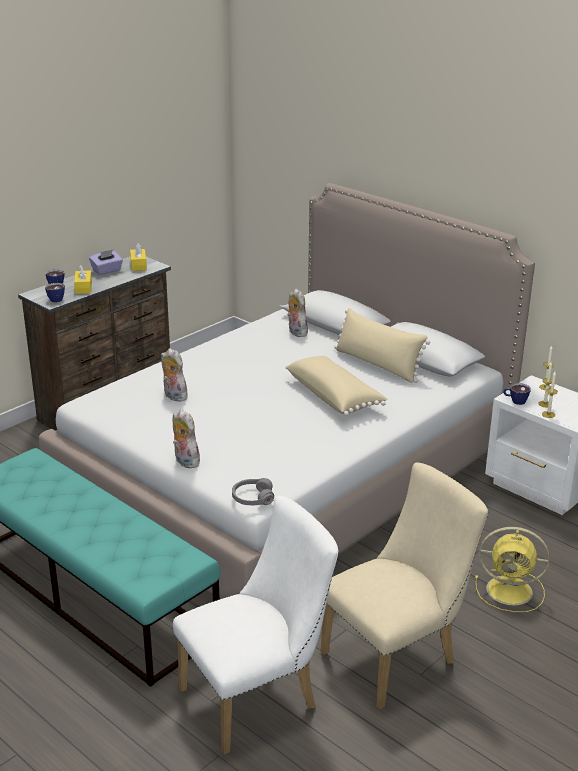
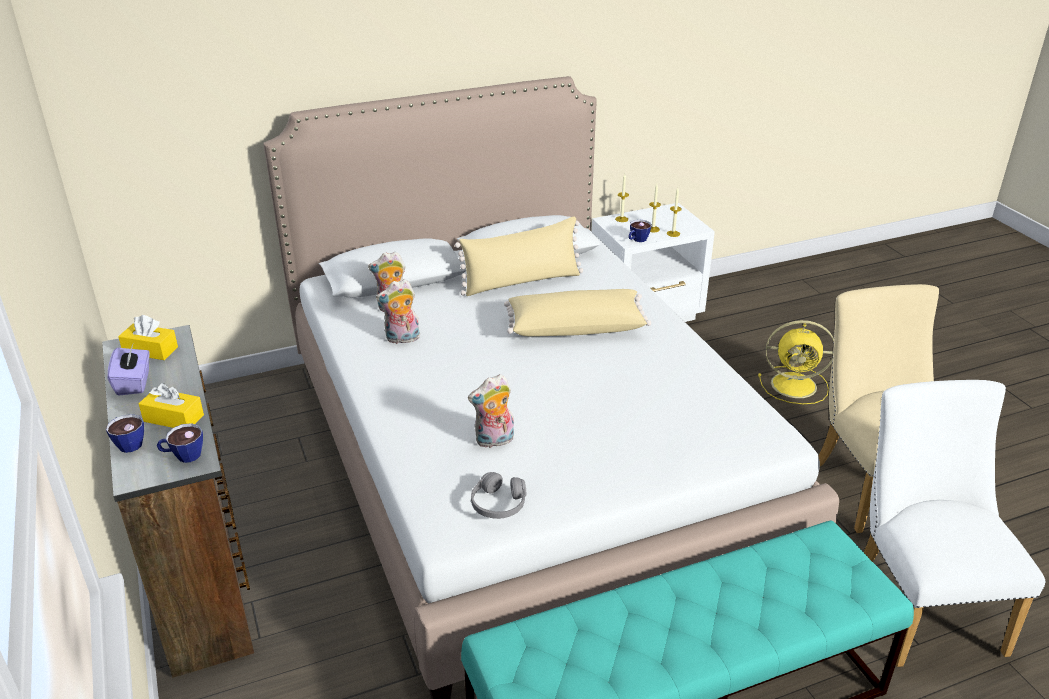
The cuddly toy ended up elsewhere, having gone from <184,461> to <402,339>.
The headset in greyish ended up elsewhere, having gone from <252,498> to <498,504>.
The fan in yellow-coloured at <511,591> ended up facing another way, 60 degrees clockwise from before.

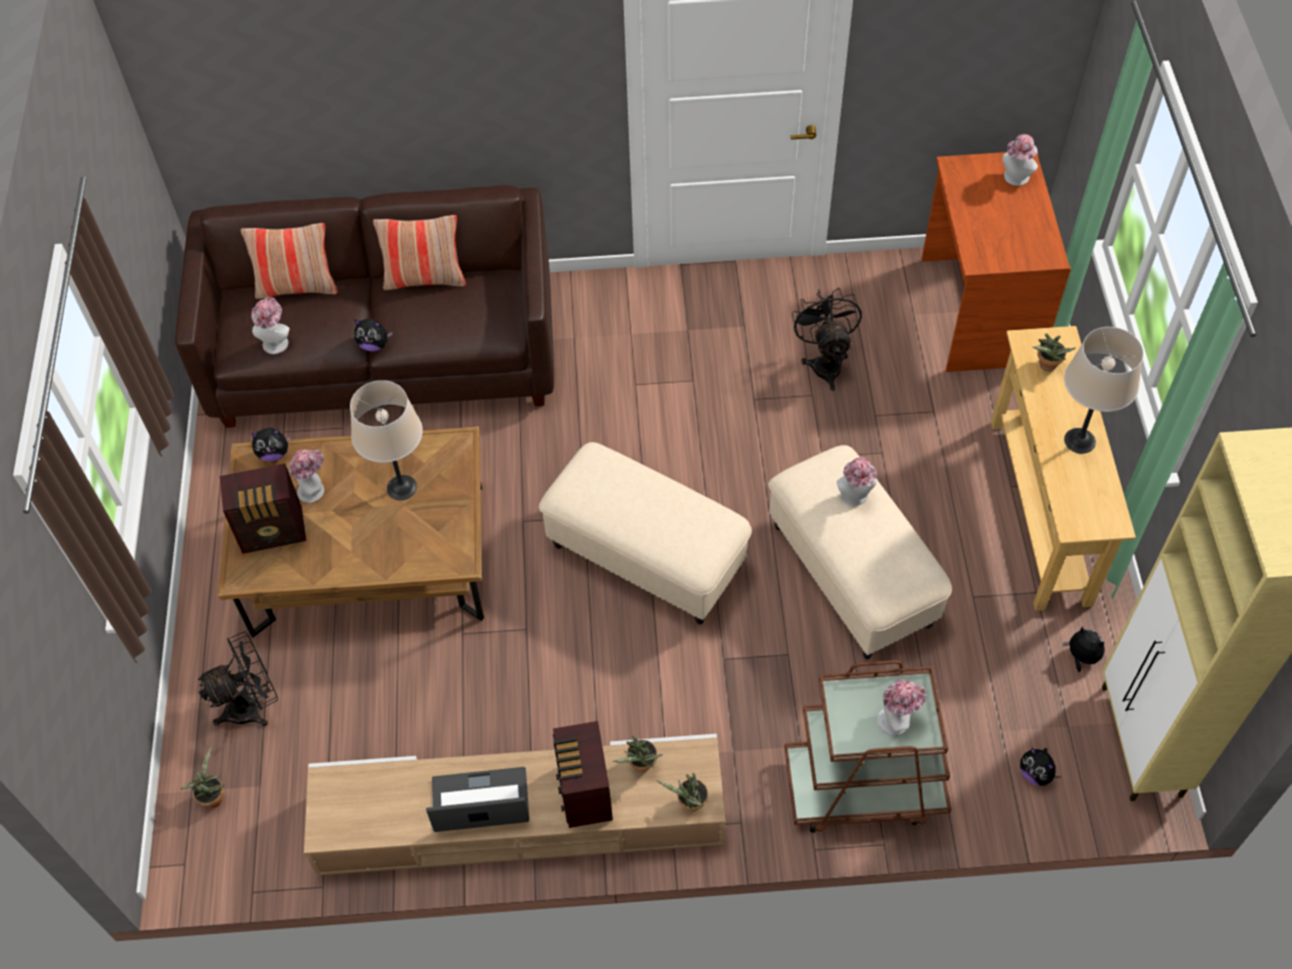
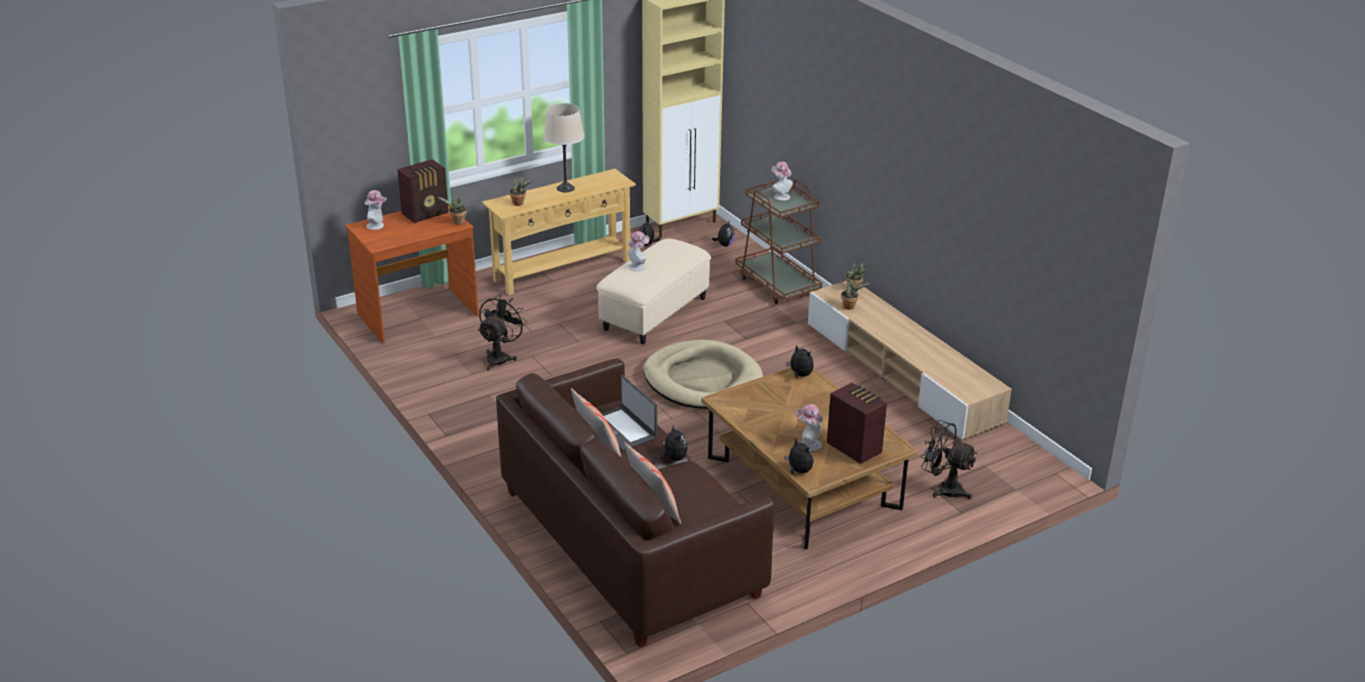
The fan in blackish at <825,362> ended up facing another way, 150 degrees clockwise from before.
The second view lost the wearable hat at <276,341>.
The second view lost the table lamp in sand-coloured at <402,487>.
Where the ottoman in sand-coloured stood at <647,556>, the dog cushion in sand-coloured came to stand at <702,380>.
The radio ended up elsewhere, having gone from <584,794> to <426,213>.
The houseplant ended up elsewhere, having gone from <213,796> to <457,223>.
The laptop ended up elsewhere, having gone from <480,802> to <623,428>.
The second view gained the cuddly toy at <800,375>.

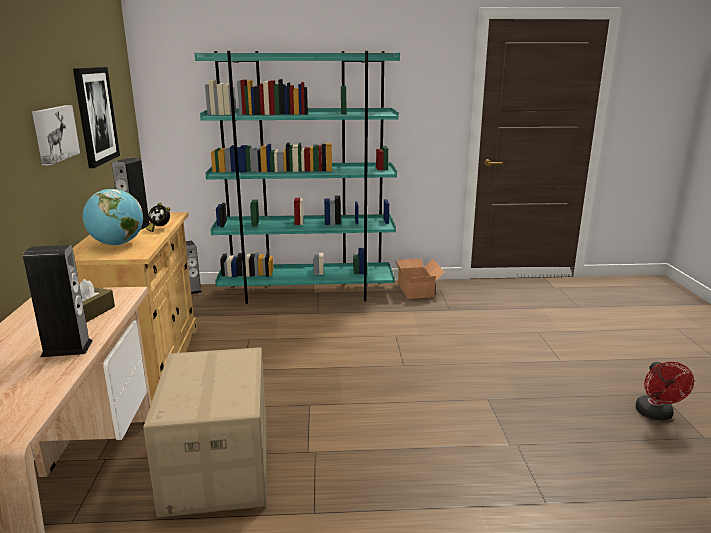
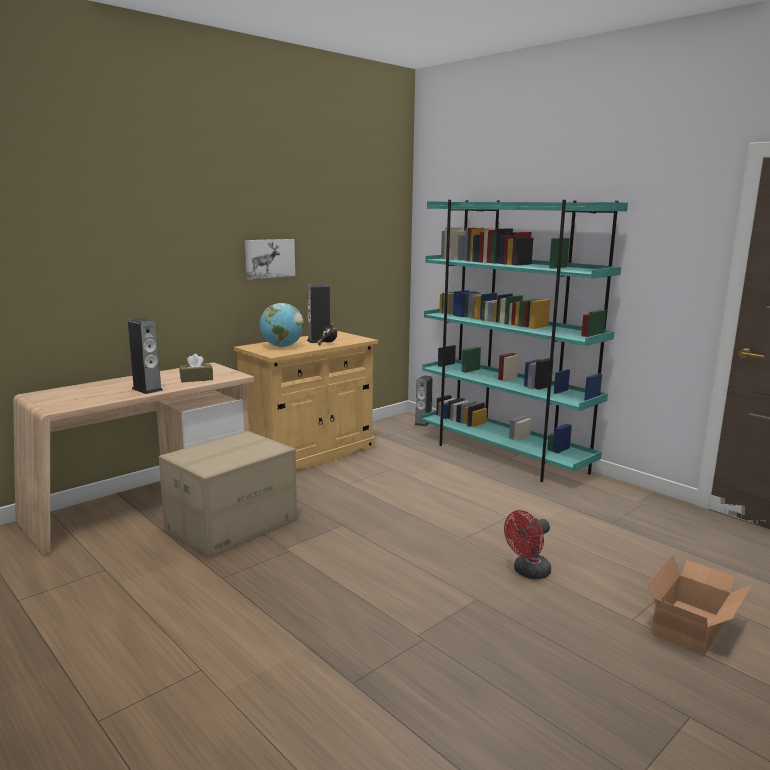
The second view lost the wall art at <95,116>.
The packing box ended up elsewhere, having gone from <417,289> to <693,626>.
The fan in red ended up elsewhere, having gone from <656,415> to <528,572>.

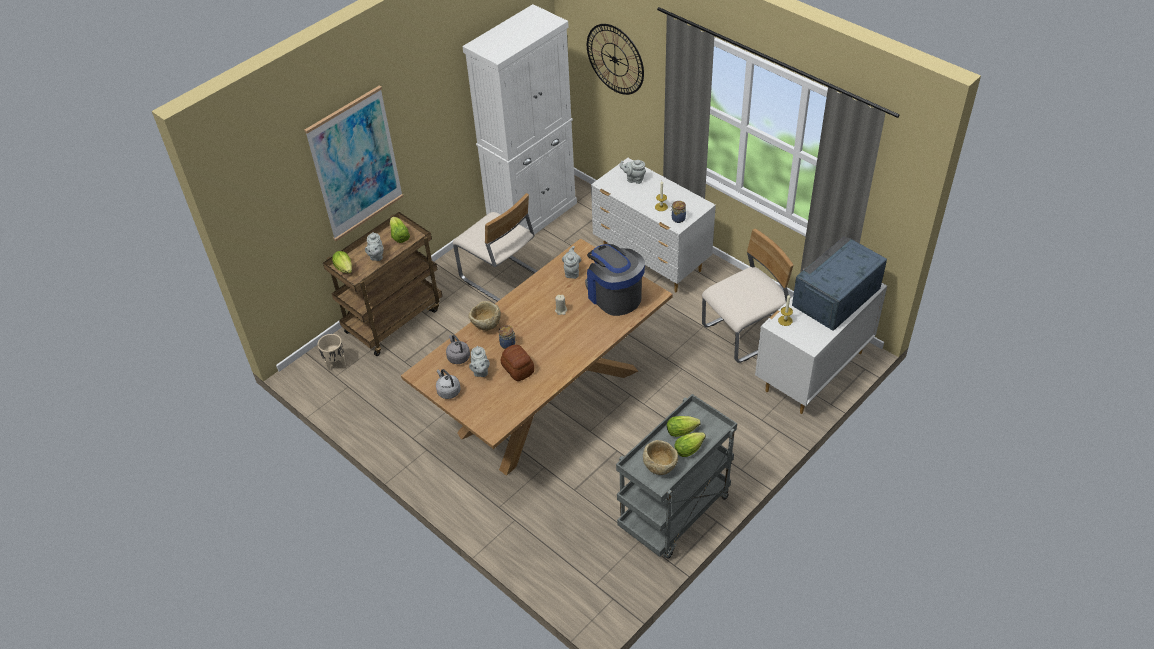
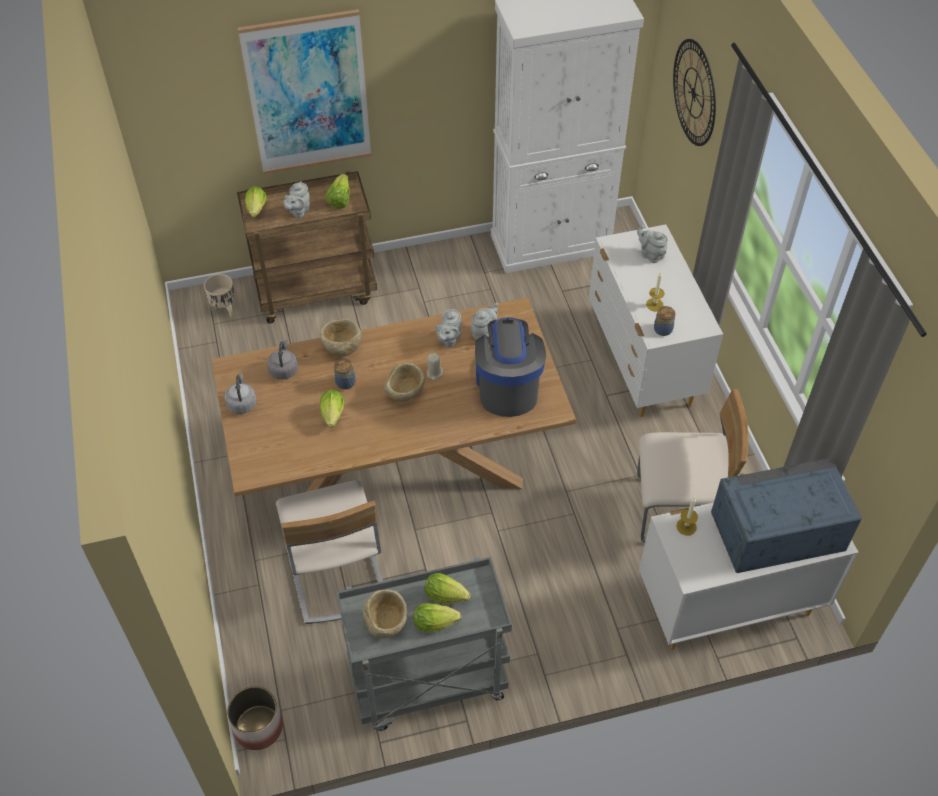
The chair in sand-coloured ended up elsewhere, having gone from <501,278> to <335,572>.
Where the baked bread stood at <518,368>, the head of lettuce came to stand at <332,417>.
The pot for tea in greyish ended up elsewhere, having gone from <480,372> to <449,340>.
The second view gained the bowl in sand-coloured at <405,394>.
The second view gained the flower pot at <257,727>.

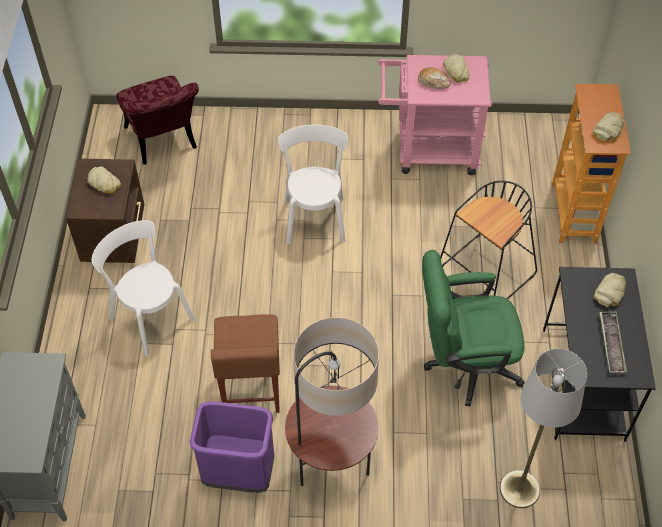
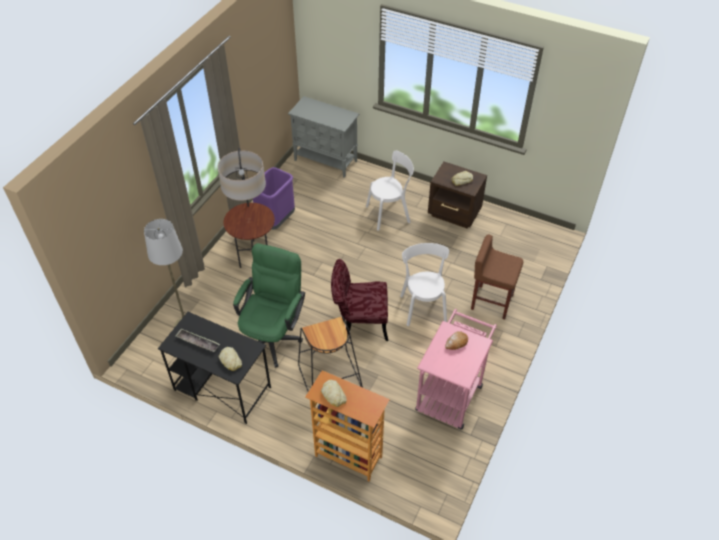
The second view lost the baked bread at <456,71>.
The chair in red ended up elsewhere, having gone from <164,143> to <359,322>.
The chair in whitish at <315,217> ended up facing another way, 120 degrees counterclockwise from before.
The stool in brown-coloured ended up elsewhere, having gone from <251,390> to <491,301>.

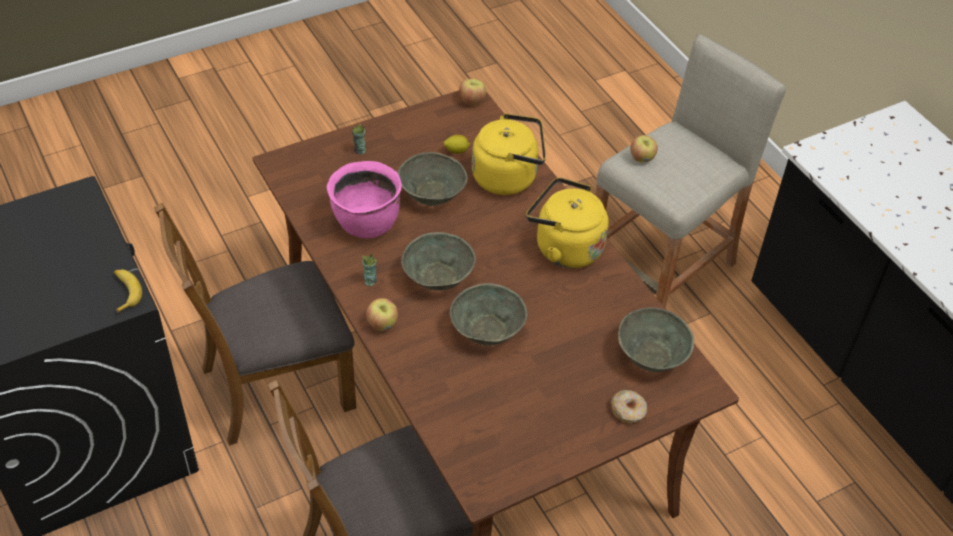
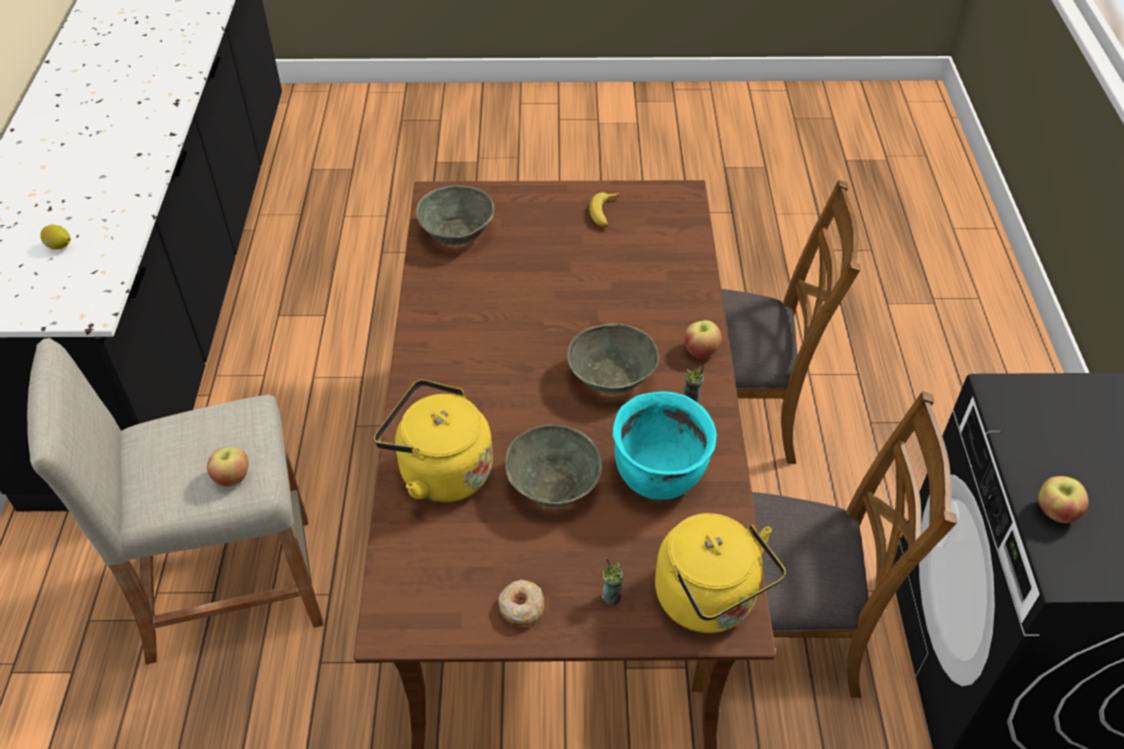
The whole apple ended up elsewhere, having gone from <472,101> to <1055,512>.
The whole lemon ended up elsewhere, having gone from <456,151> to <59,246>.
What was the stockpot in pink-coloured at <366,223> turned into the stockpot in turquoise at <660,476>.
The tea kettle in yellow-coloured ended up elsewhere, having gone from <564,247> to <710,601>.
The banana fruit ended up elsewhere, having gone from <125,292> to <604,214>.
The second view lost the bowl in greyish at <487,331>.
The doughnut ended up elsewhere, having gone from <628,410> to <521,607>.

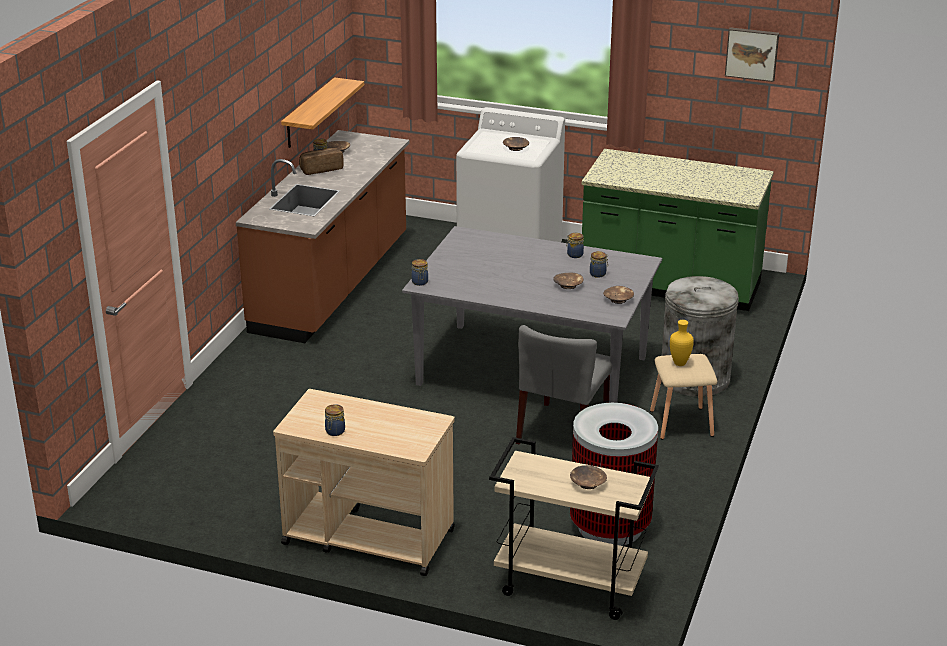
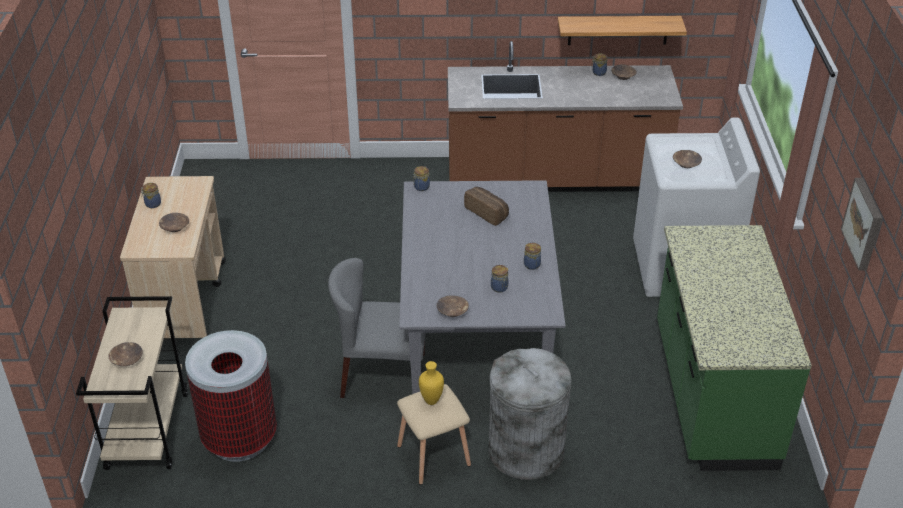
The baked bread ended up elsewhere, having gone from <321,169> to <487,212>.
The bowl in brown-coloured ended up elsewhere, having gone from <568,285> to <175,227>.

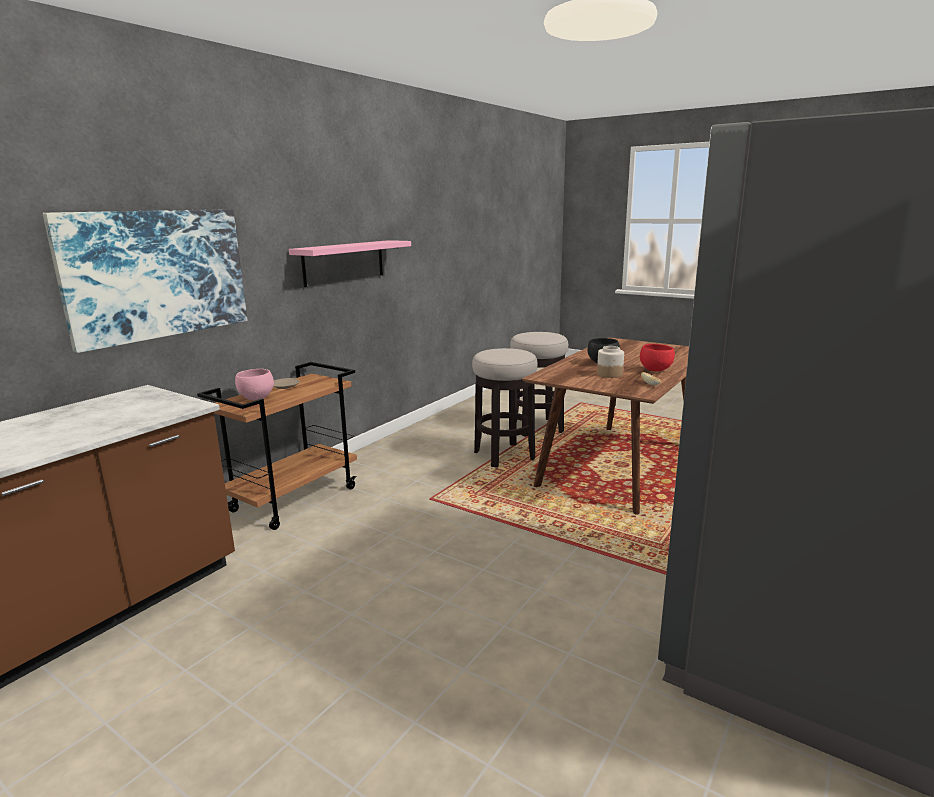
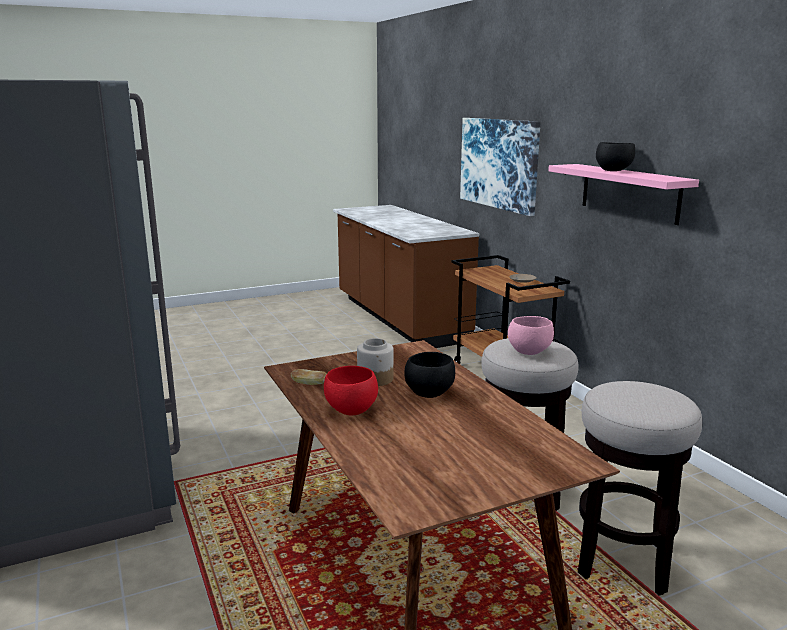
The bowl in pink-coloured ended up elsewhere, having gone from <256,398> to <528,351>.
The second view gained the bowl in blackish at <613,170>.

